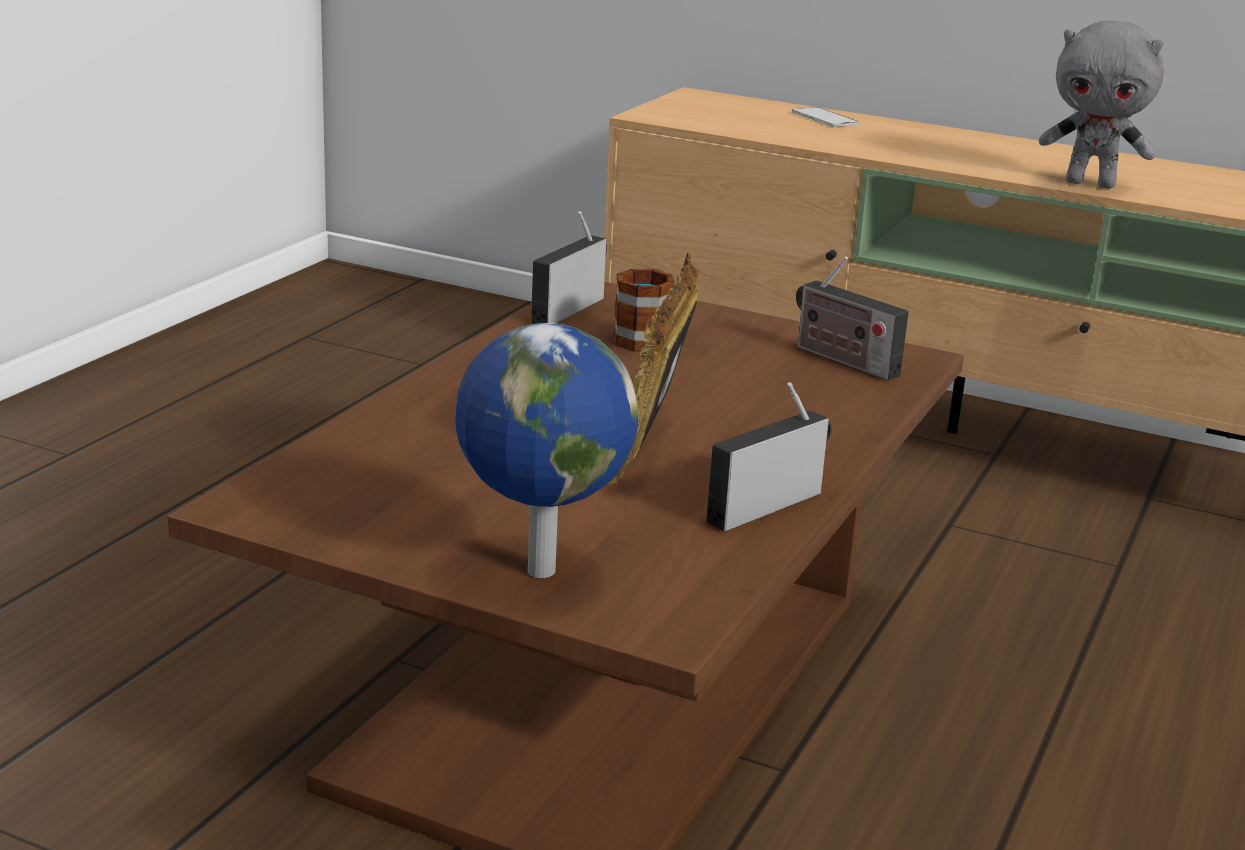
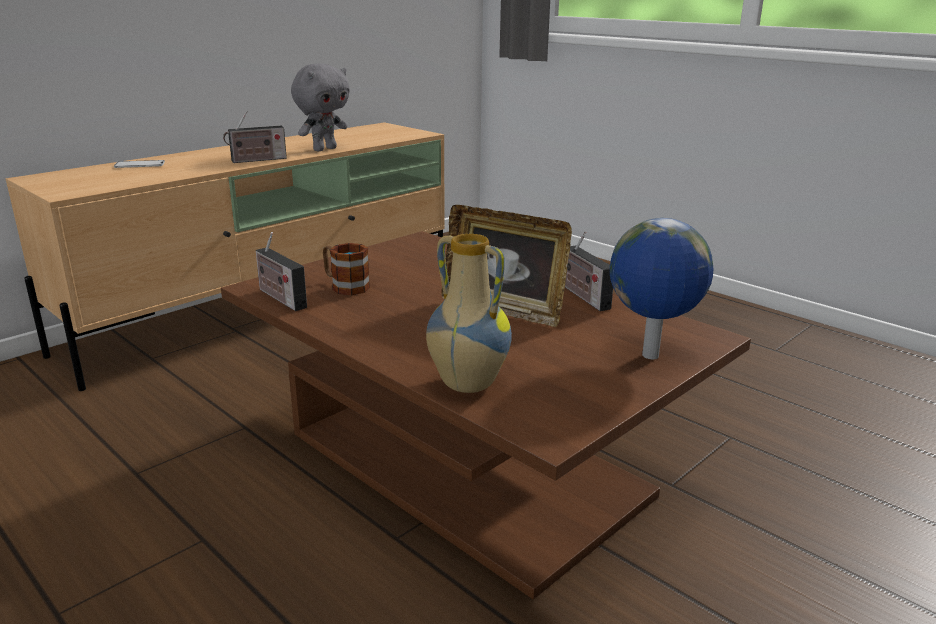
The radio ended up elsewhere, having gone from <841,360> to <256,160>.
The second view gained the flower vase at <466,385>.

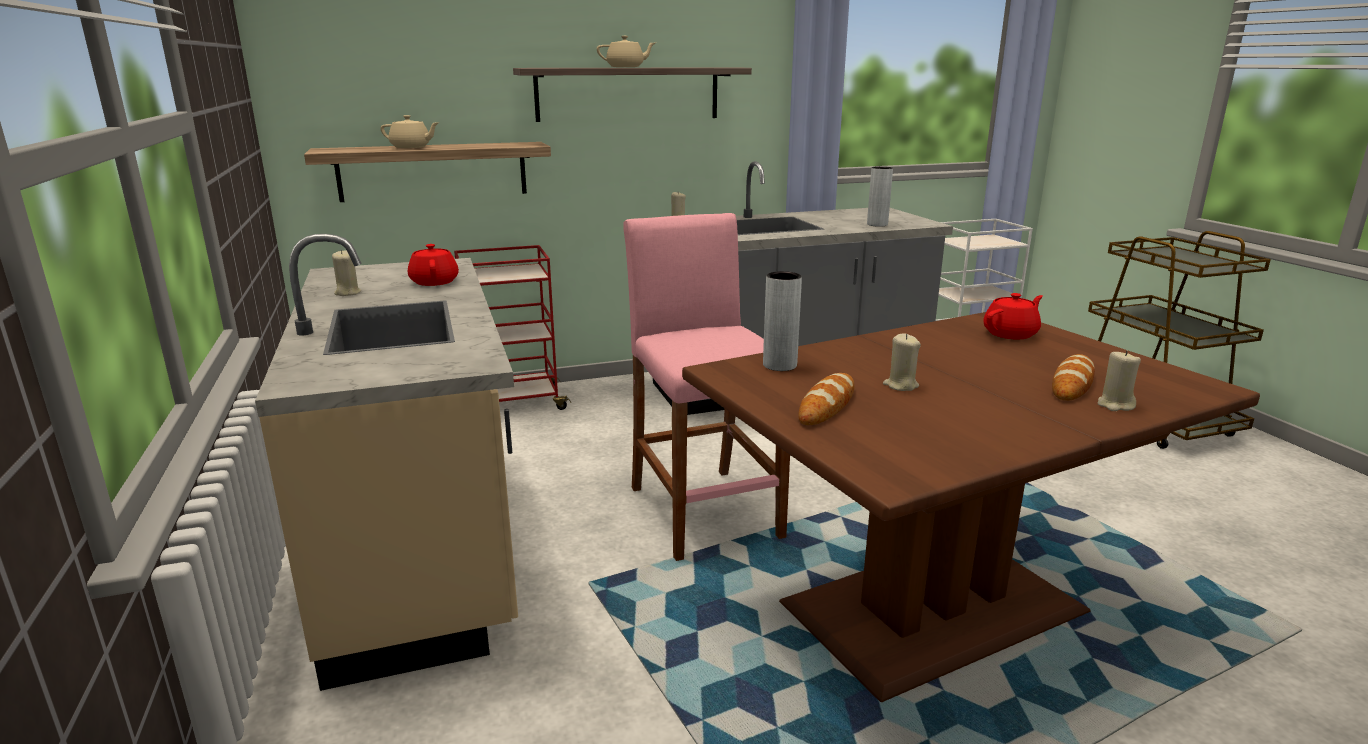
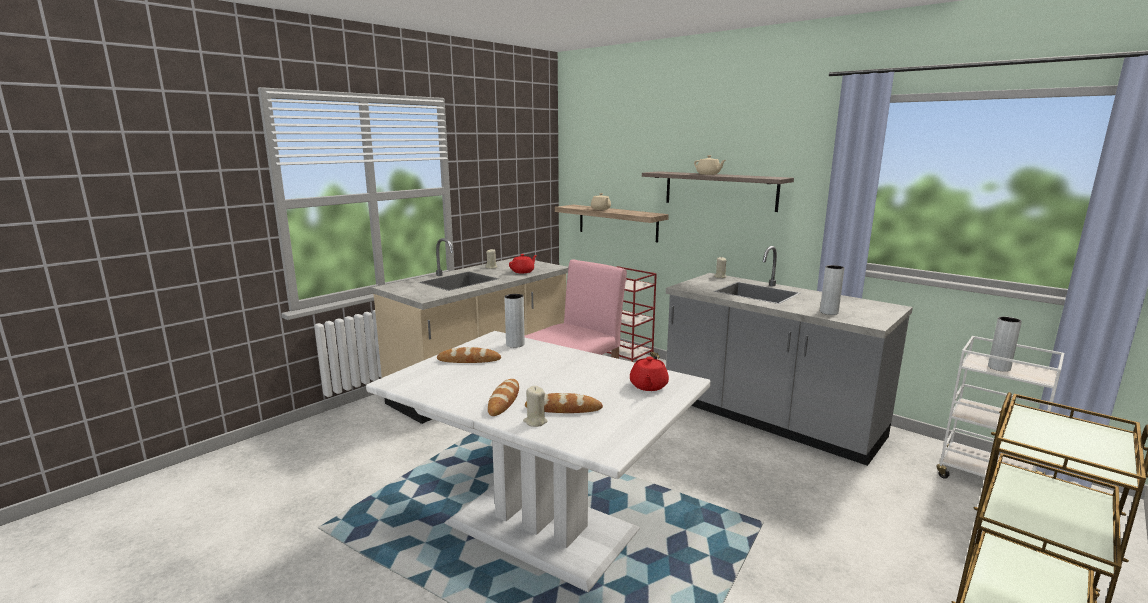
The pot for tea in red at <1011,334> ended up facing another way, 75 degrees clockwise from before.
What was the dining table in brown-coloured at <929,606> turned into the dining table in whitish at <542,525>.
The second view lost the wax light in sand-coloured at <900,385>.
The second view gained the flower vase in greyish at <999,368>.
The second view gained the baked bread at <504,400>.

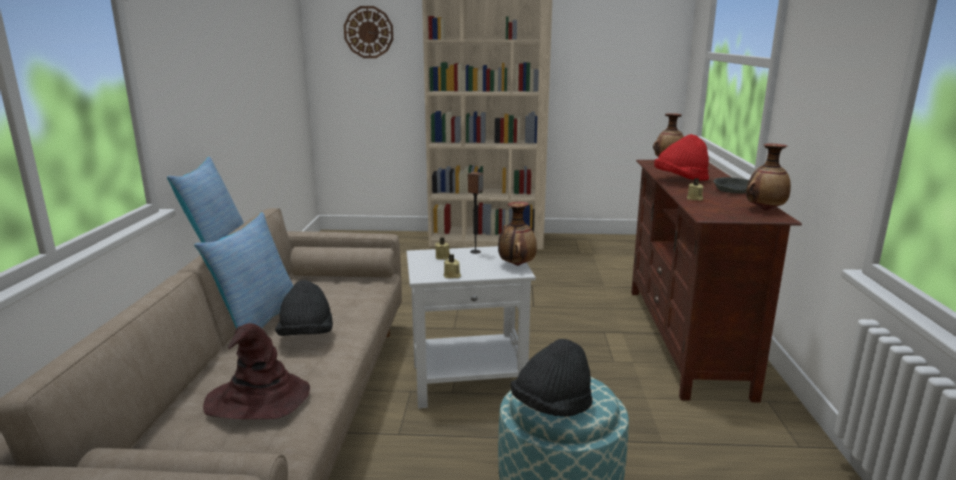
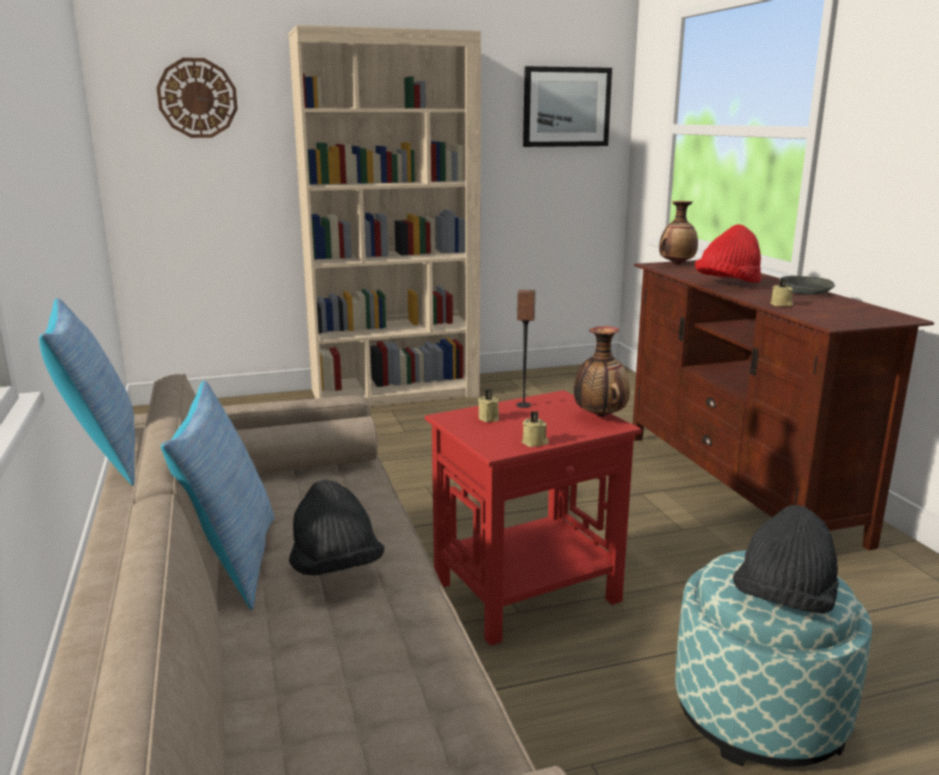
The second view lost the flower vase at <764,209>.
What was the end table in whitish at <469,381> turned into the end table in red at <528,591>.
The second view lost the wearable hat in brown-coloured at <257,400>.
The second view gained the wall art at <566,107>.

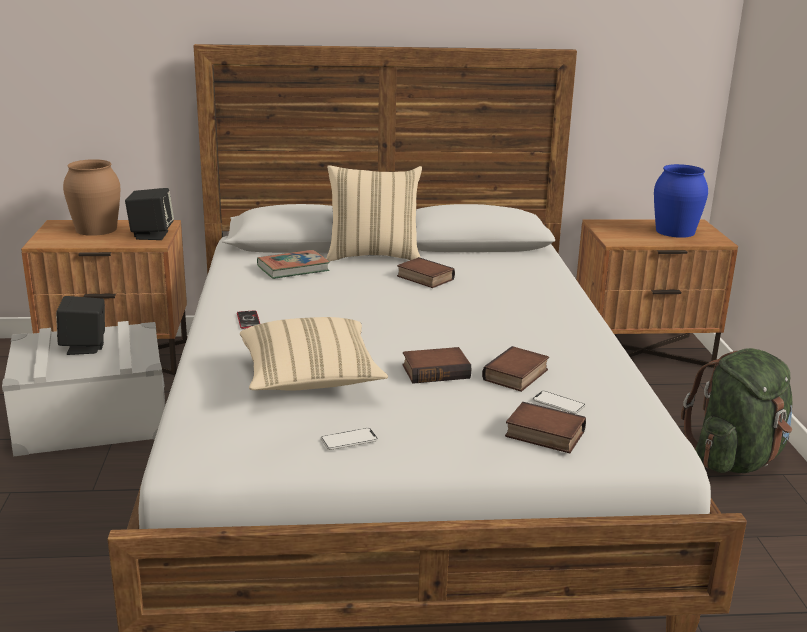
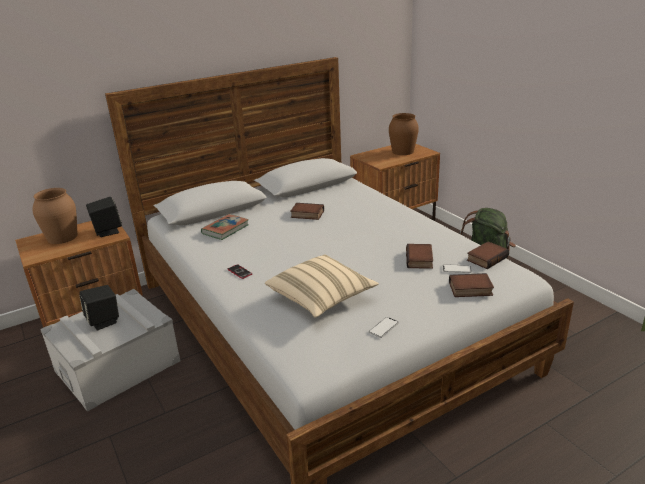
What was the flower vase in blue at <674,231> turned into the flower vase in brown-coloured at <402,151>.
The second view lost the cushion in sand-coloured at <373,256>.
The volume ended up elsewhere, having gone from <436,370> to <486,258>.

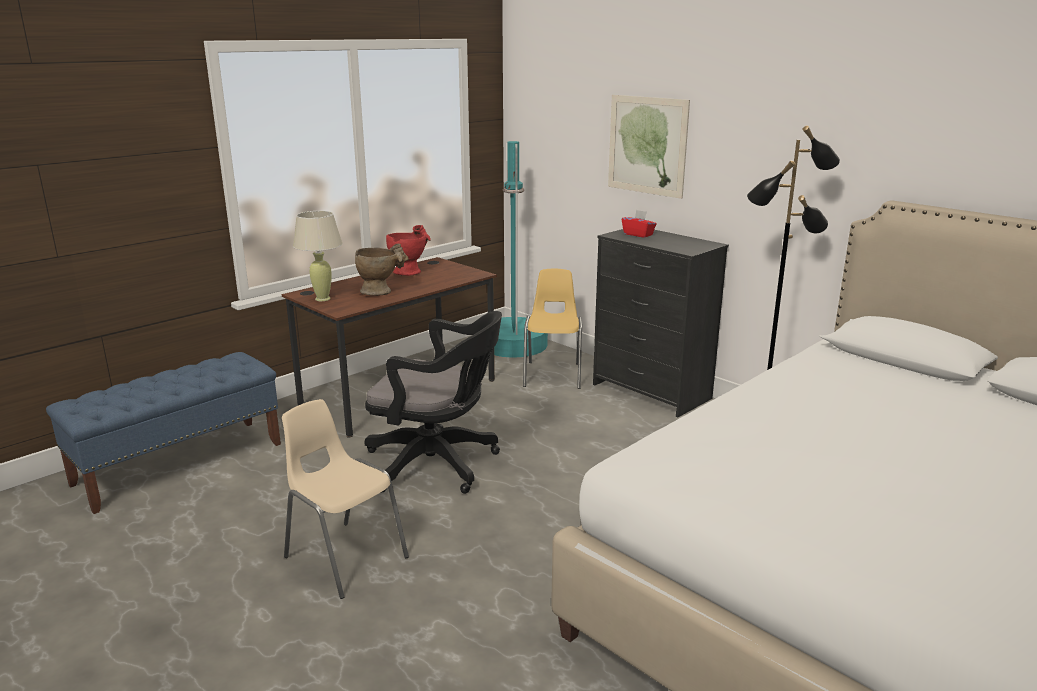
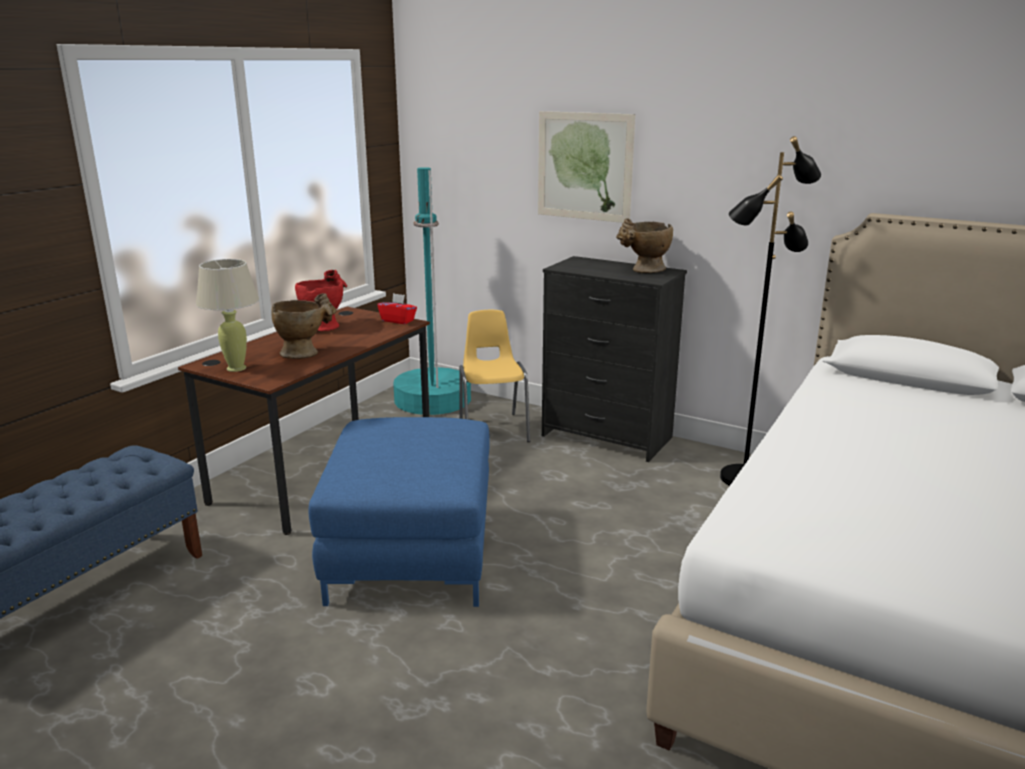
The tissue box in red ended up elsewhere, having gone from <638,234> to <398,320>.
Where the office chair in blackish stood at <438,464>, the ottoman in blue came to stand at <412,553>.
The second view lost the chair in sand-coloured at <345,557>.
The second view gained the flower vase in sand-coloured at <644,271>.

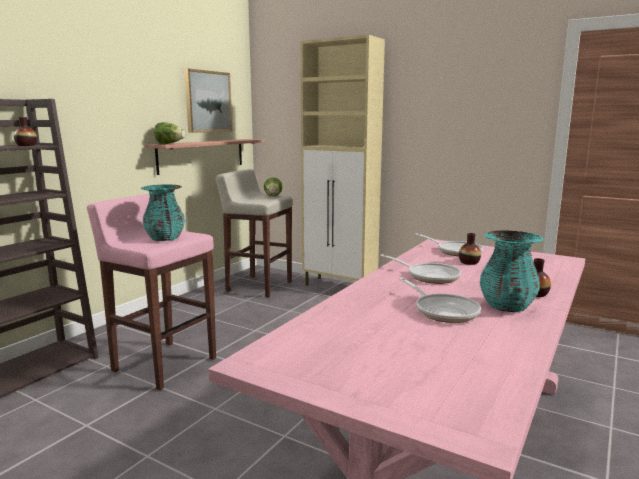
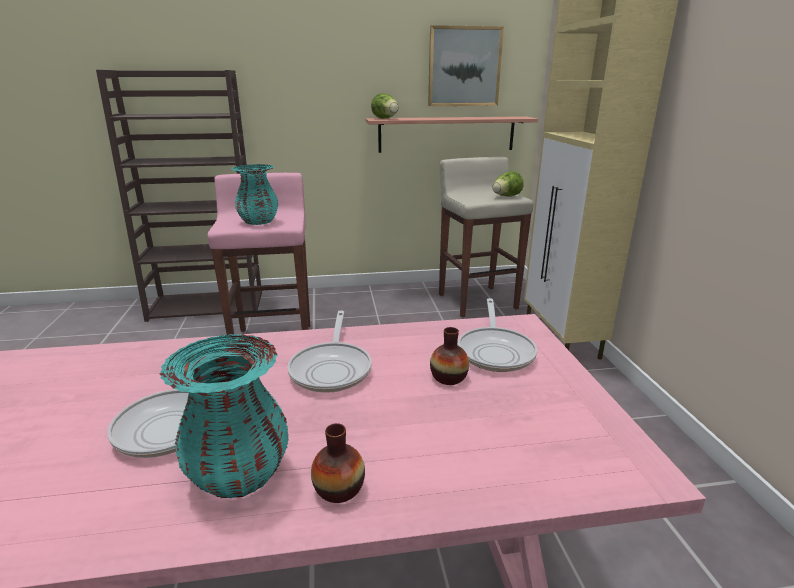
The second view lost the flower vase at <26,145>.

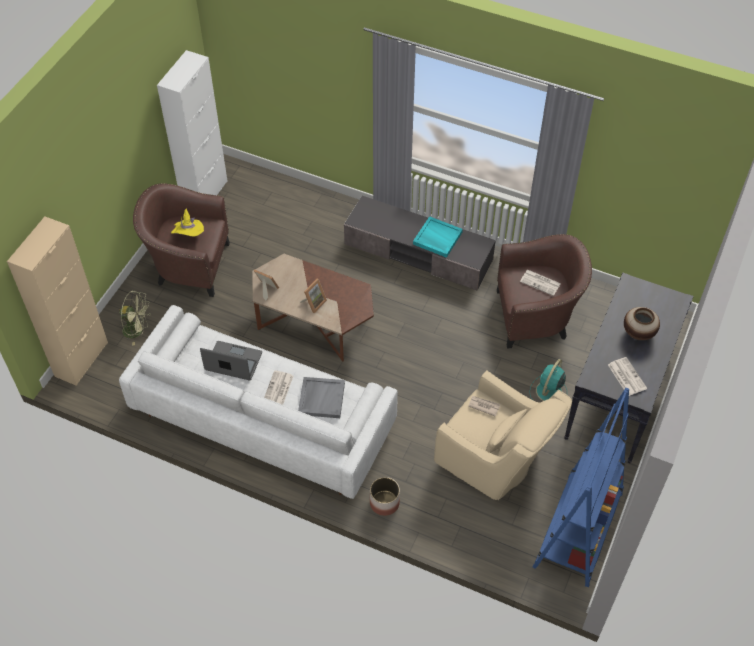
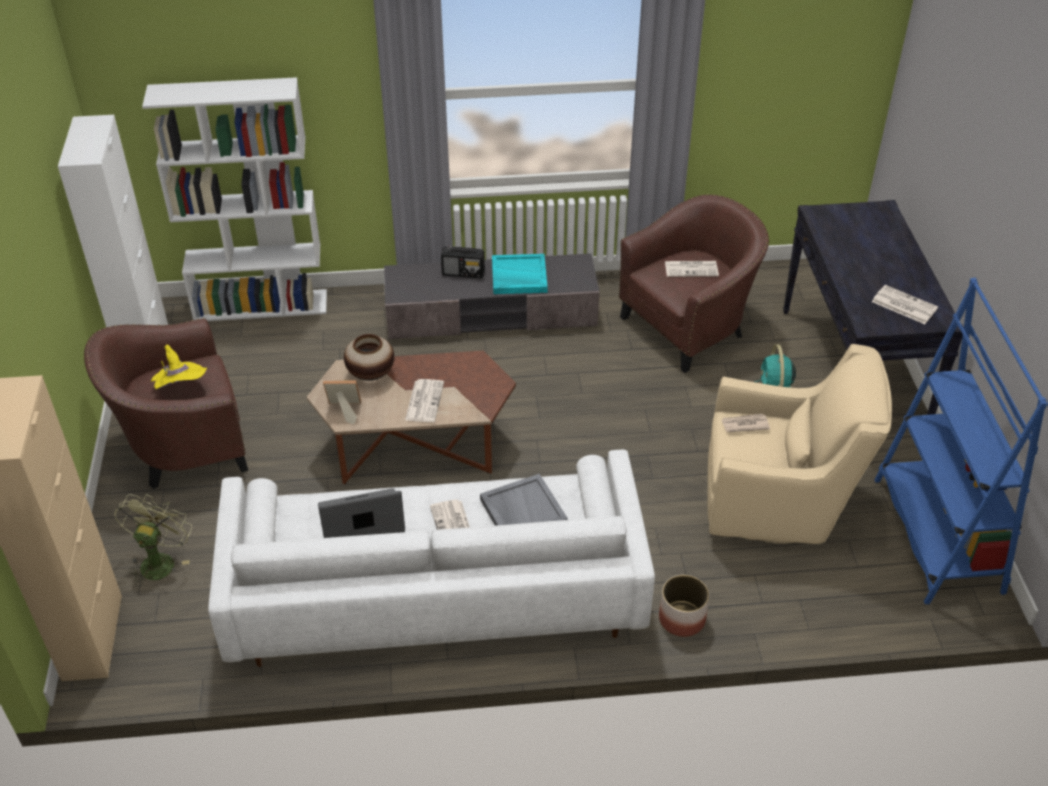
Where the standing frame stood at <313,303>, the newspaper came to stand at <424,401>.
The fan in green-coloured at <137,330> ended up facing another way, 60 degrees counterclockwise from before.
The flower vase ended up elsewhere, having gone from <638,333> to <371,374>.
The second view gained the bookshelf in whitish at <261,305>.
The second view gained the radio at <463,273>.

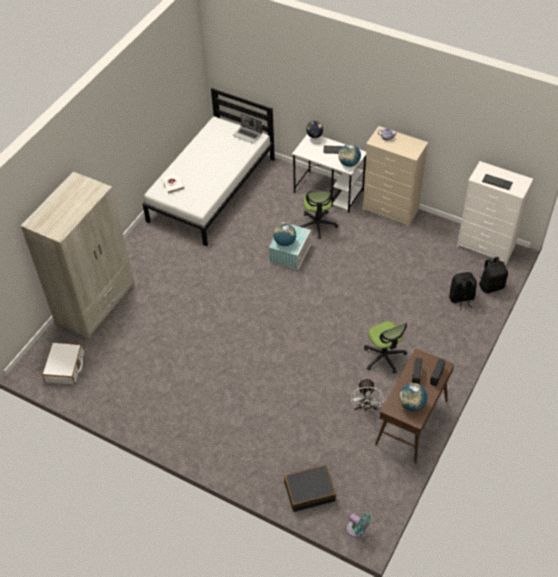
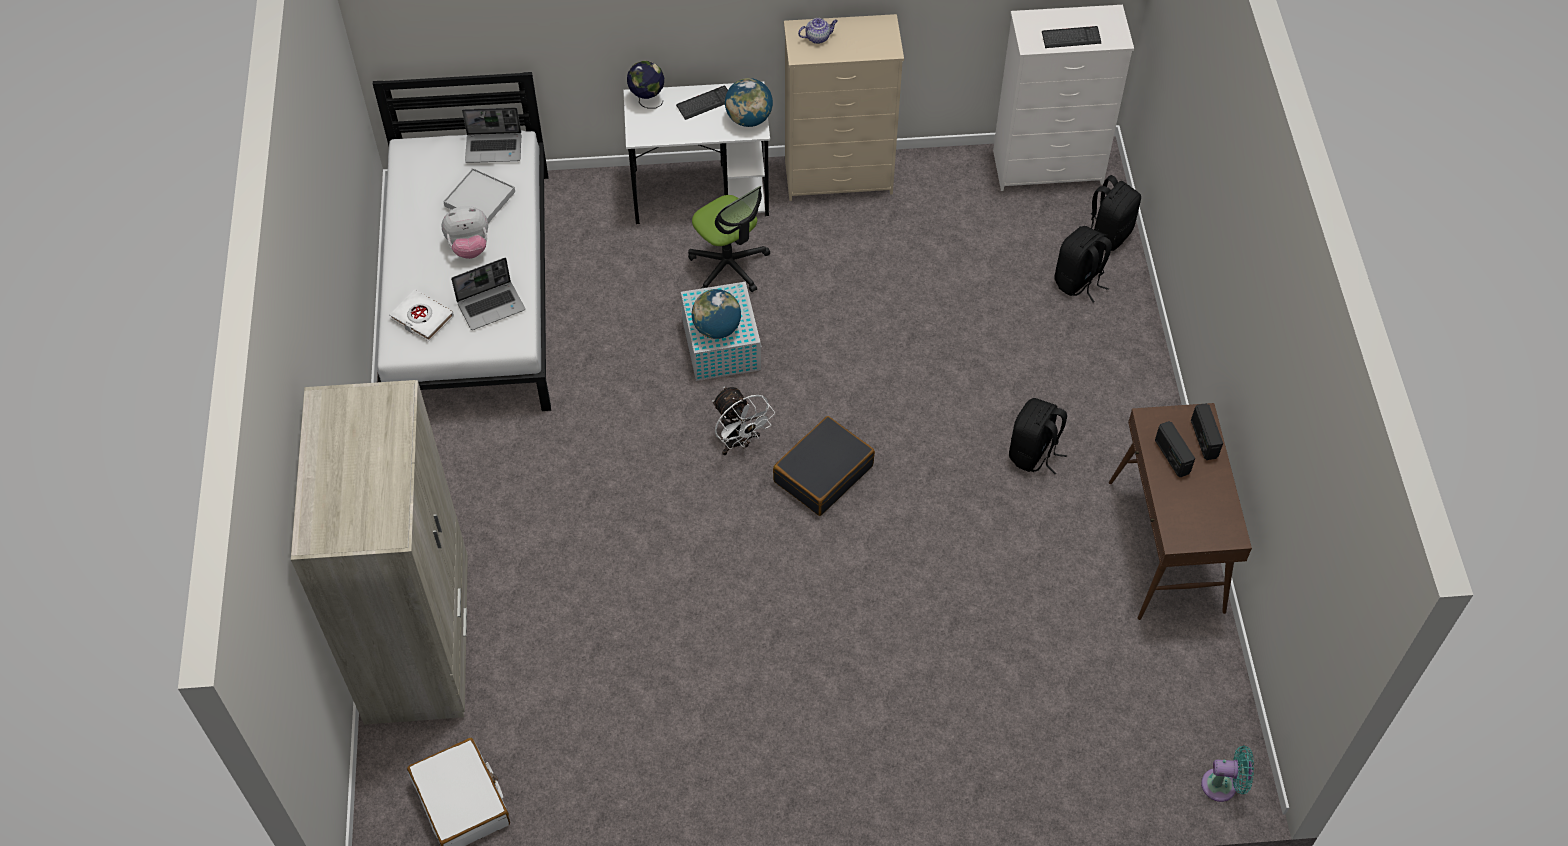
Where the office chair stood at <384,357>, the backpack in blackish came to stand at <1033,453>.
The fan in whitish ended up elsewhere, having gone from <365,407> to <739,442>.
The second view lost the desk globe at <412,404>.
The suitcase in blackish ended up elsewhere, having gone from <309,491> to <823,473>.
The second view gained the serving tray in whitish at <480,199>.
The second view gained the cuddly toy at <469,247>.
The second view gained the laptop at <491,306>.

